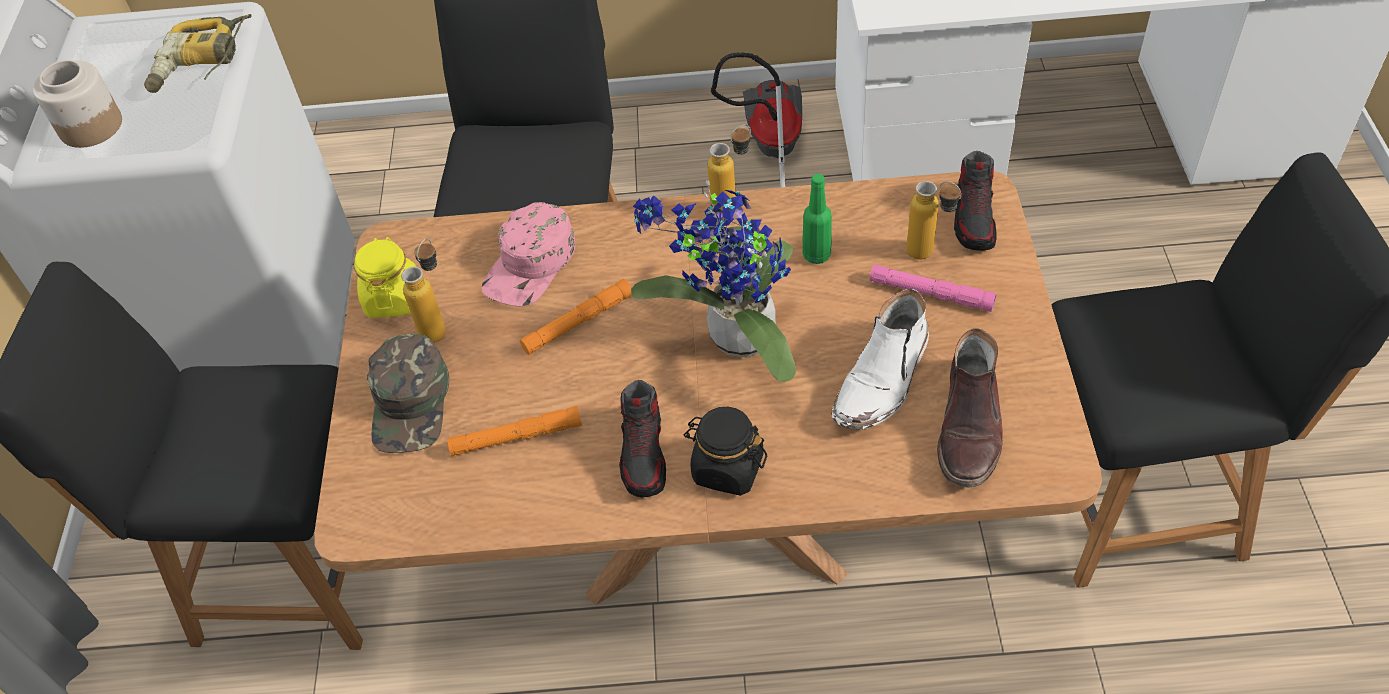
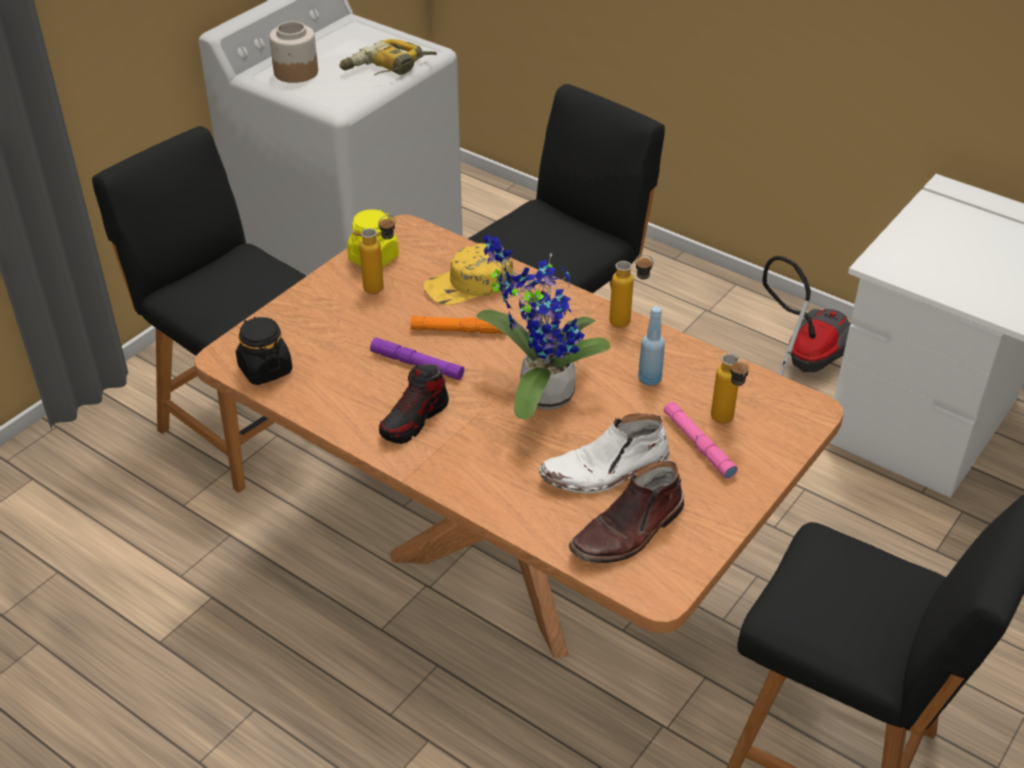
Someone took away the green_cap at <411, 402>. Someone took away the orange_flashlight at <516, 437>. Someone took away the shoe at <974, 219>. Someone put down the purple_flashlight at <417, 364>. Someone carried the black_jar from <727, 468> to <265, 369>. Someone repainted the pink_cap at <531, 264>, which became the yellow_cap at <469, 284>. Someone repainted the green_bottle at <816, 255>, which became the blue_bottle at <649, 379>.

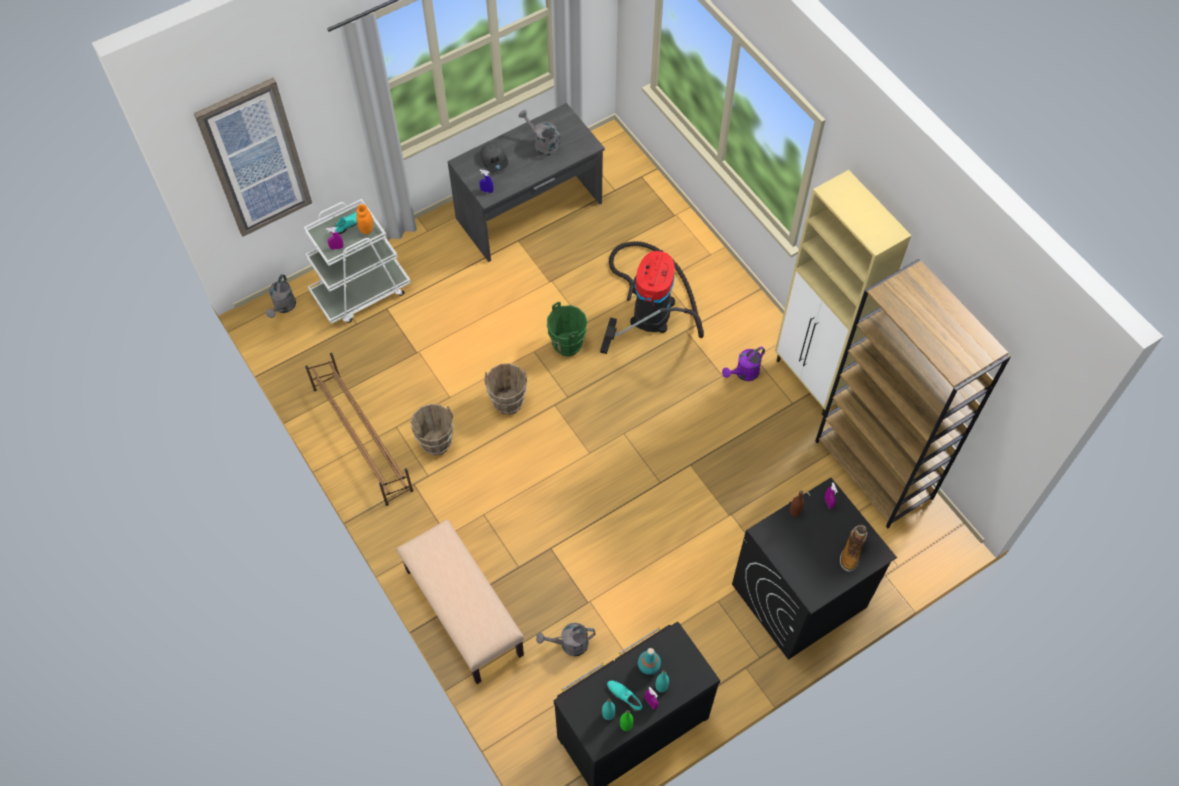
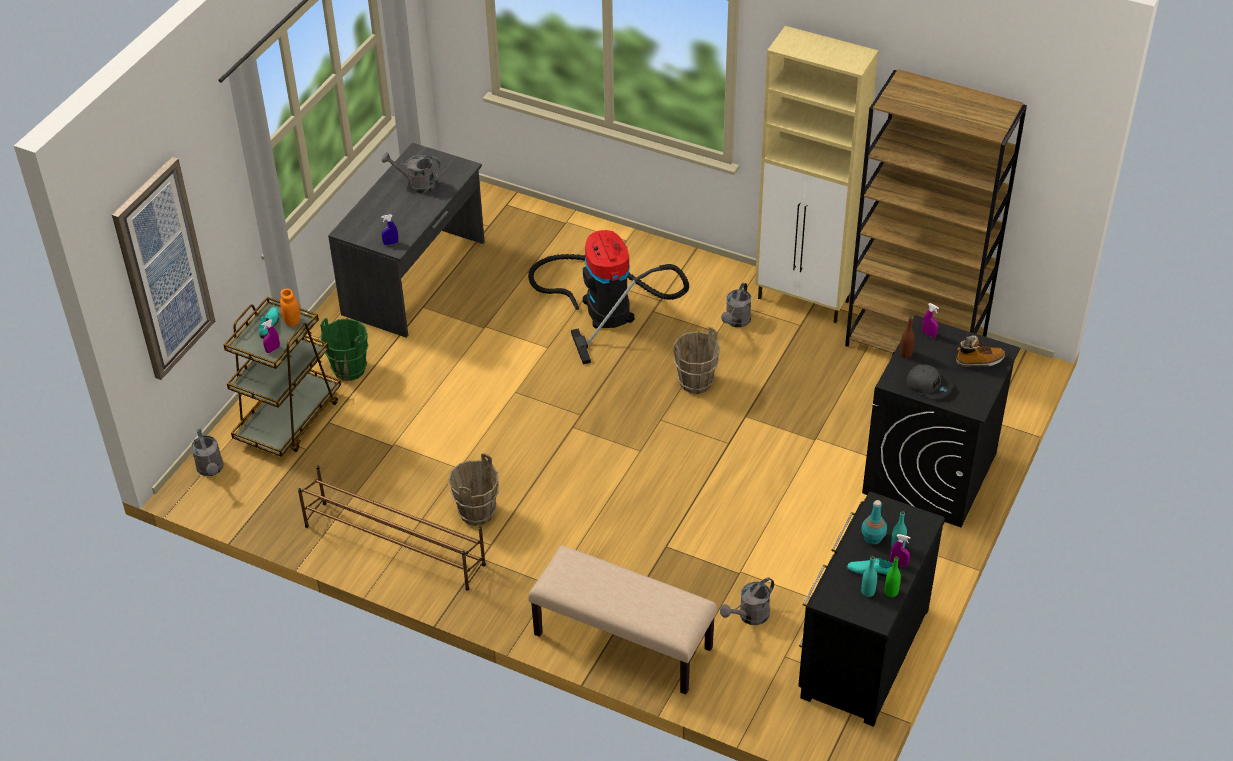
Someone carried the grey_cap from <494, 160> to <928, 385>. Someone carried the brown_bucket from <508, 403> to <696, 382>. Someone carried the green_bucket from <567, 344> to <349, 369>. Someone repainted the white_cart at <362, 292>, which became the brown_cart at <289, 419>. Someone repainted the purple_watering_can at <744, 374>, which became the grey_watering_can at <736, 322>. Someone rotated the boot at <851, 551> by 90 degrees counterclockwise.

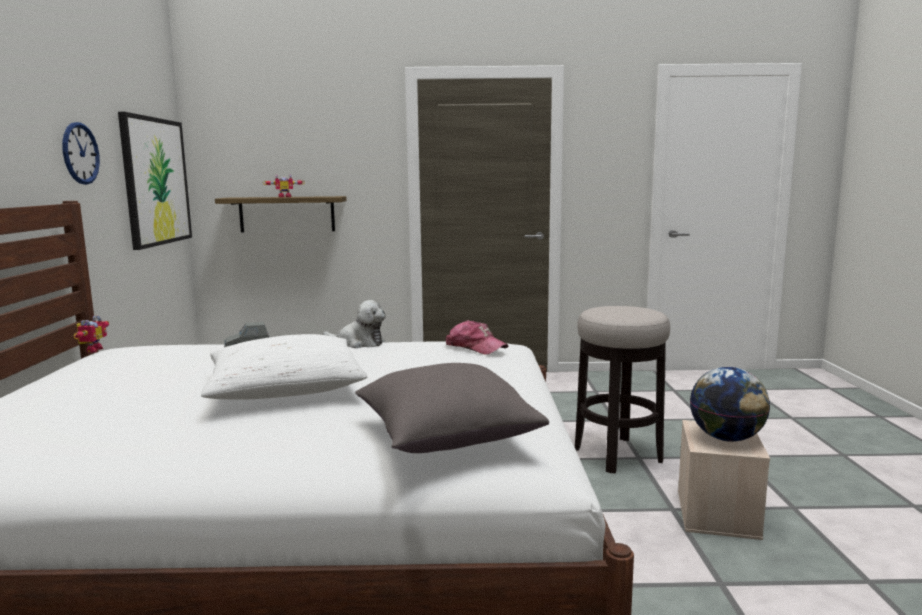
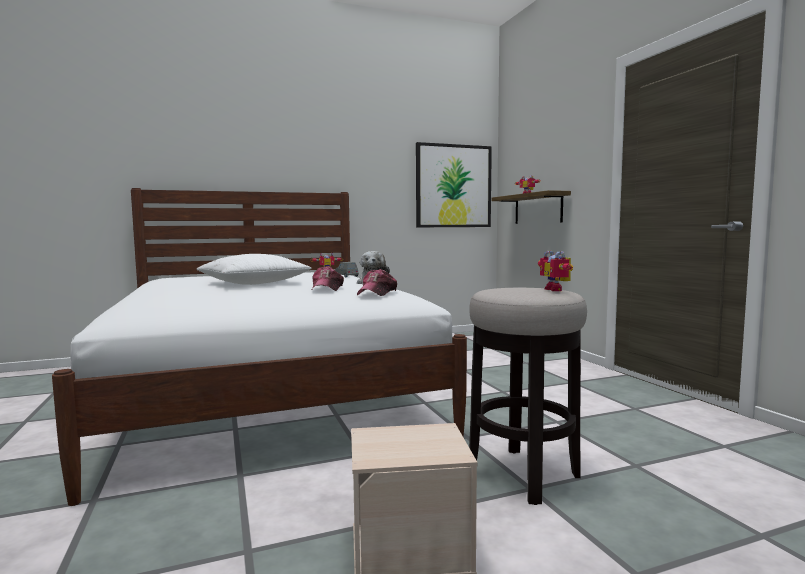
Someone took away the wall_clock at <80, 153>. Someone took away the grey_pillow at <446, 437>. Someone took away the globe at <726, 438>. Someone put down the cap at <327, 288>. Someone put down the toy_robot at <557, 290>.

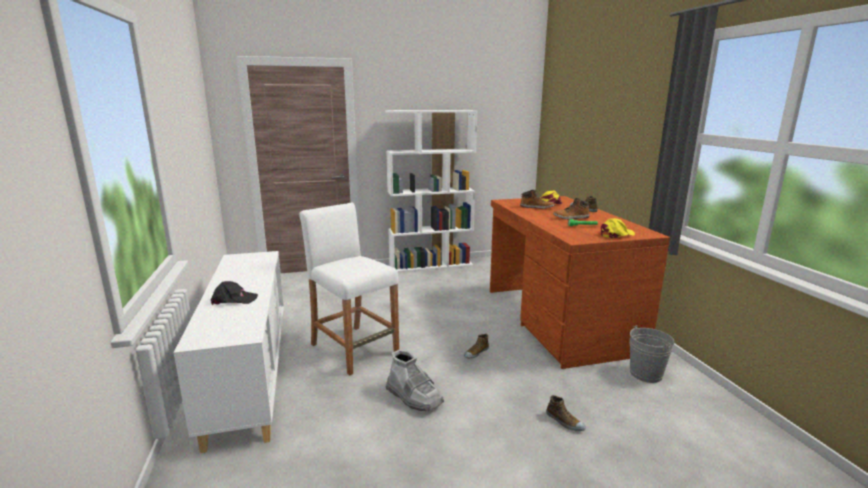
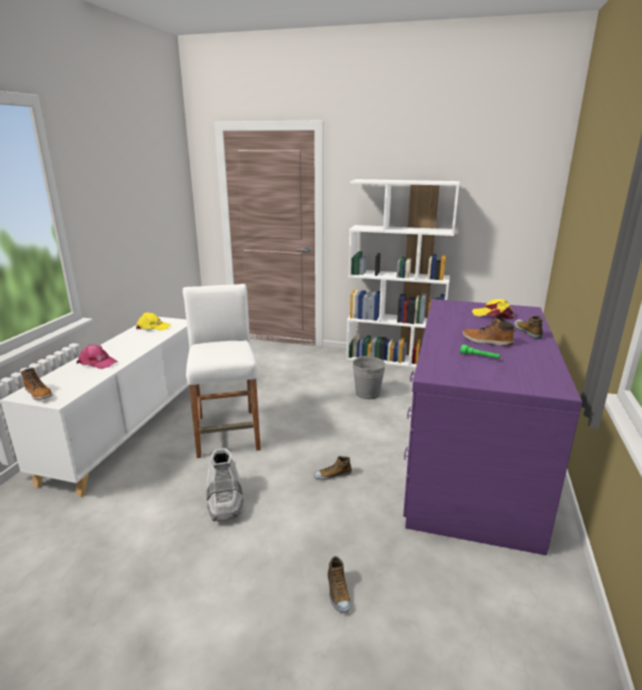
Someone carried the boot from <537, 207> to <39, 394>. Someone carried the yellow_cap from <616, 234> to <153, 327>. Someone carried the grey_bucket from <645, 374> to <367, 393>. Someone repainted the black_cap at <233, 300>, which became the pink_cap at <97, 362>. Someone repainted the brown_desk at <558, 320>, which became the purple_desk at <470, 465>.

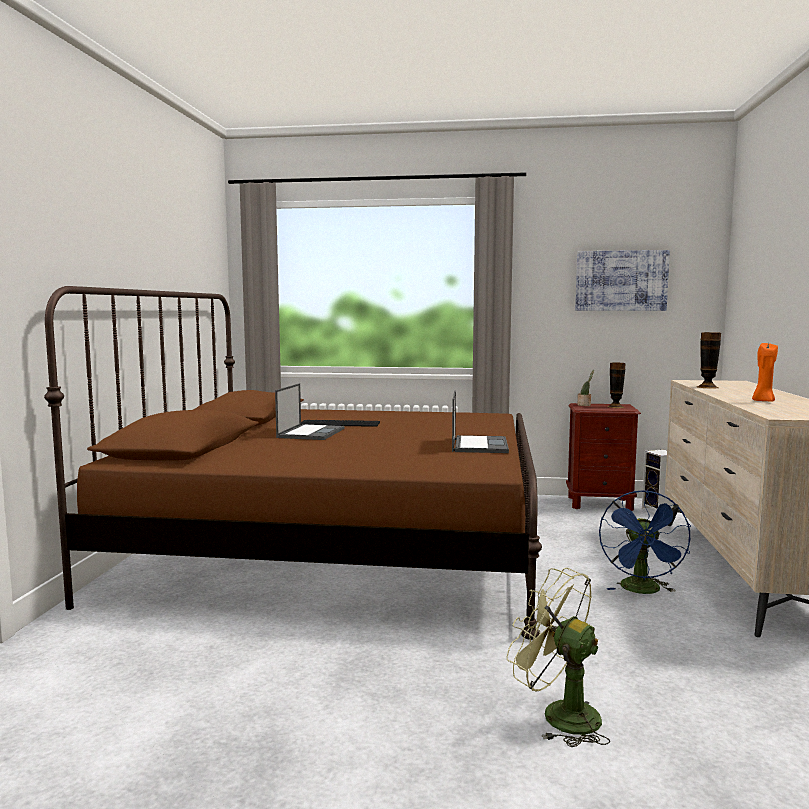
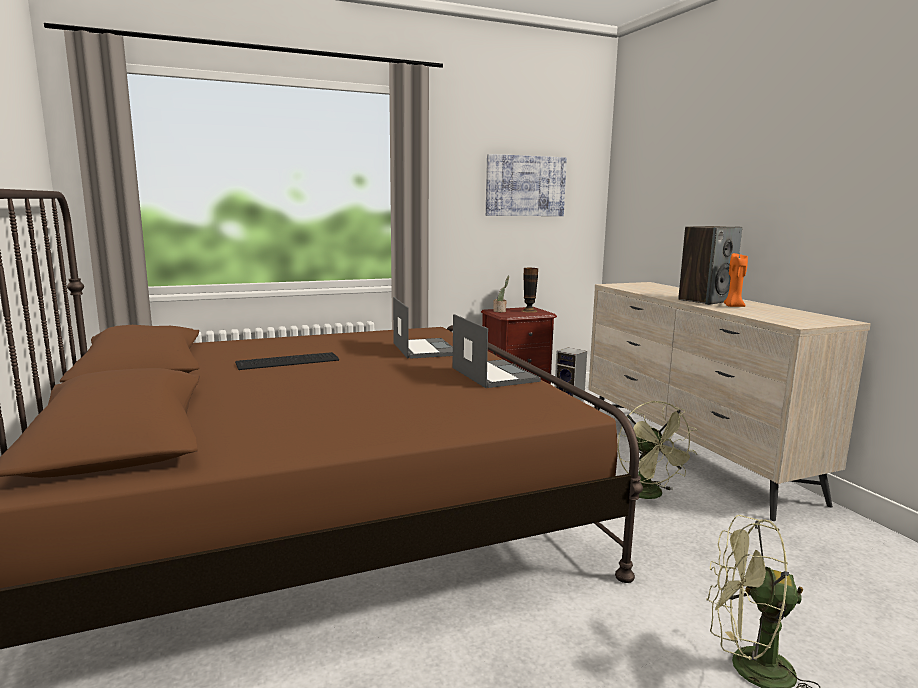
Someone took away the vase at <707, 387>. Someone put down the speaker at <705, 300>. Someone carried the laptop from <311, 433> to <424, 349>. Someone repainted the blue_fan at <643, 591>, which became the green_fan at <650, 495>.

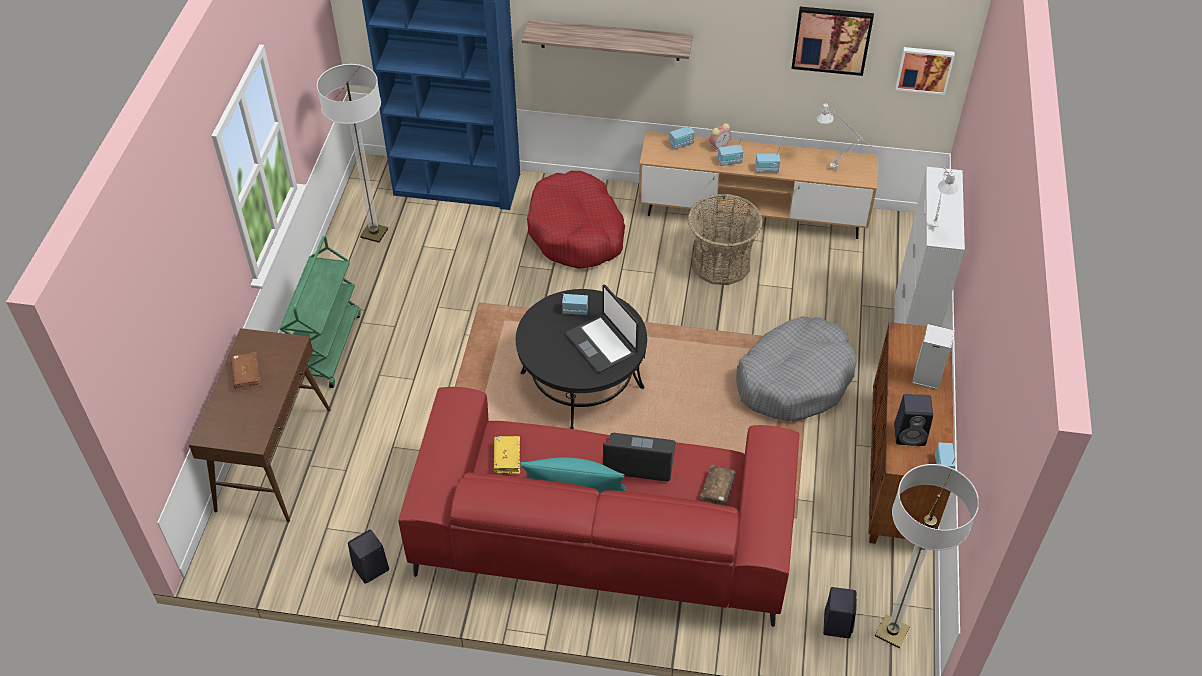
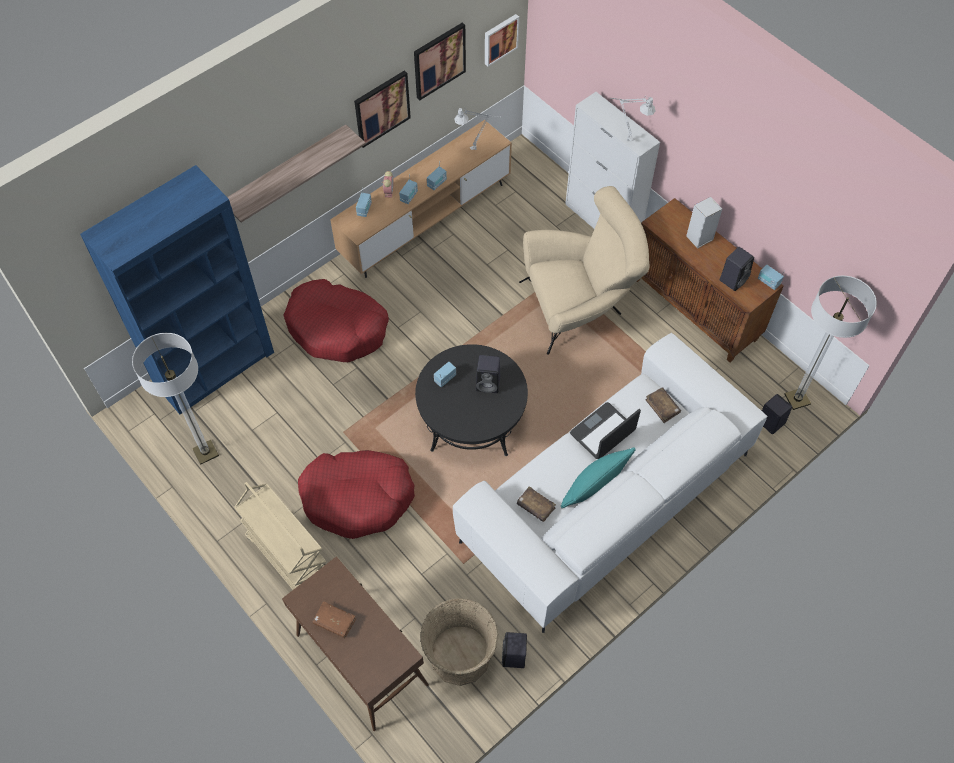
Someone put down the red_dog_bed at <357, 497>. Someone put up the picture at <381, 108>. Someone carried the basket from <721, 263> to <460, 655>. Someone swapped the laptop at <602, 343> for the black_speaker at <489, 383>. Someone swapped the grey_dog_bed at <794, 379> for the beige_armchair at <580, 305>. Someone repainted the green_cart at <327, 347>, which became the beige_cart at <288, 557>. Someone repainted the red_sofa at <603, 535>, which became the white_sofa at <605, 497>. Someone repainted the yellow_book at <507, 458>, which became the brown_book at <535, 506>.

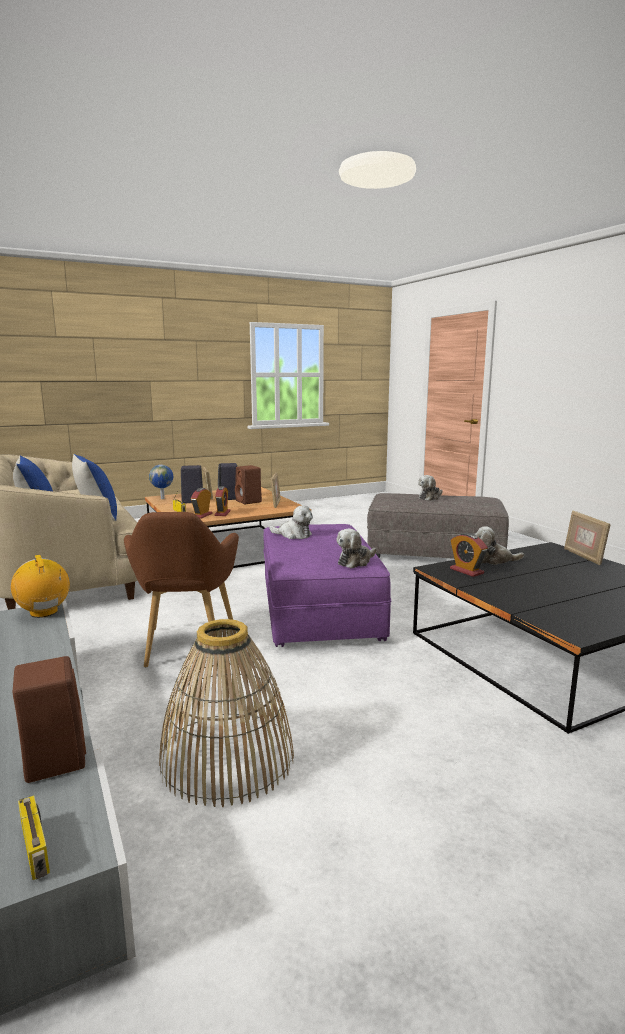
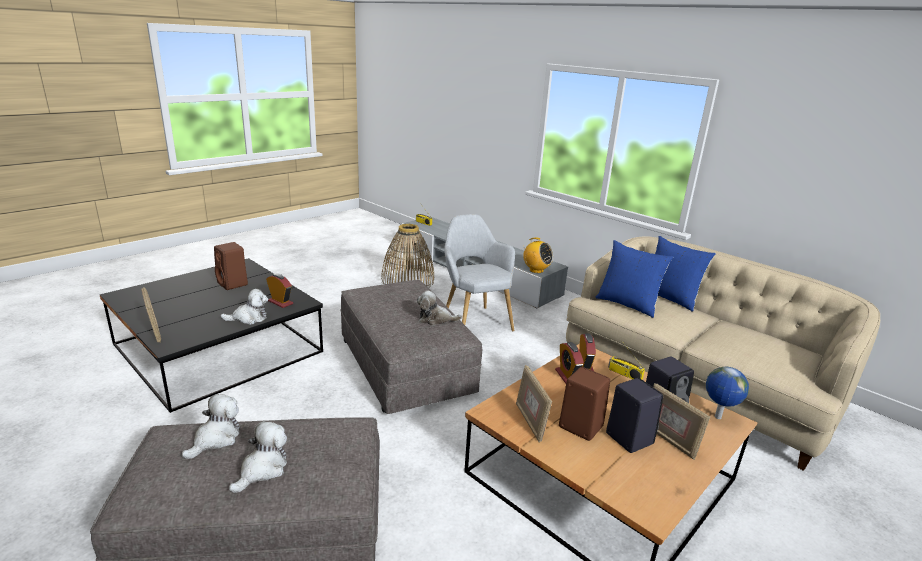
Someone carried the brown_speaker from <54, 758> to <233, 284>. Someone carried the plush_toy from <355, 561> to <216, 439>. Someone repainted the brown_armchair at <187, 650>, which became the grey_armchair at <474, 320>. Someone repainted the purple_ottoman at <318, 610>, which became the grey_ottoman at <405, 366>.

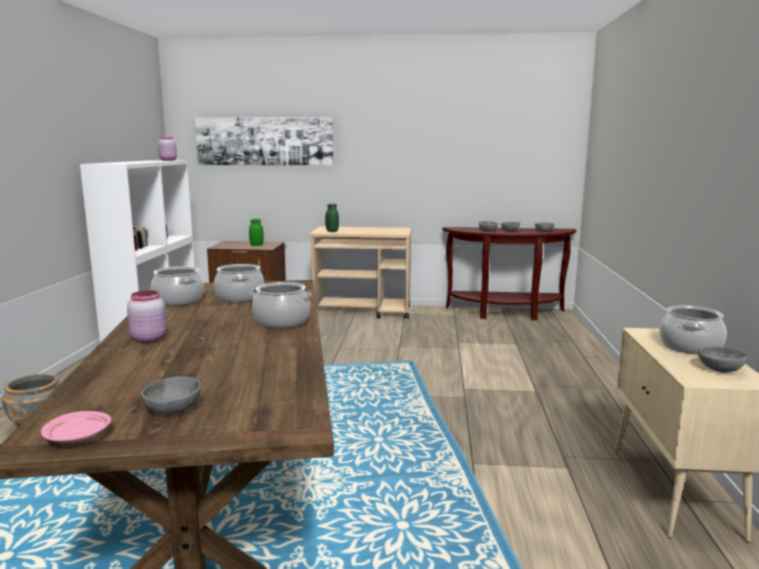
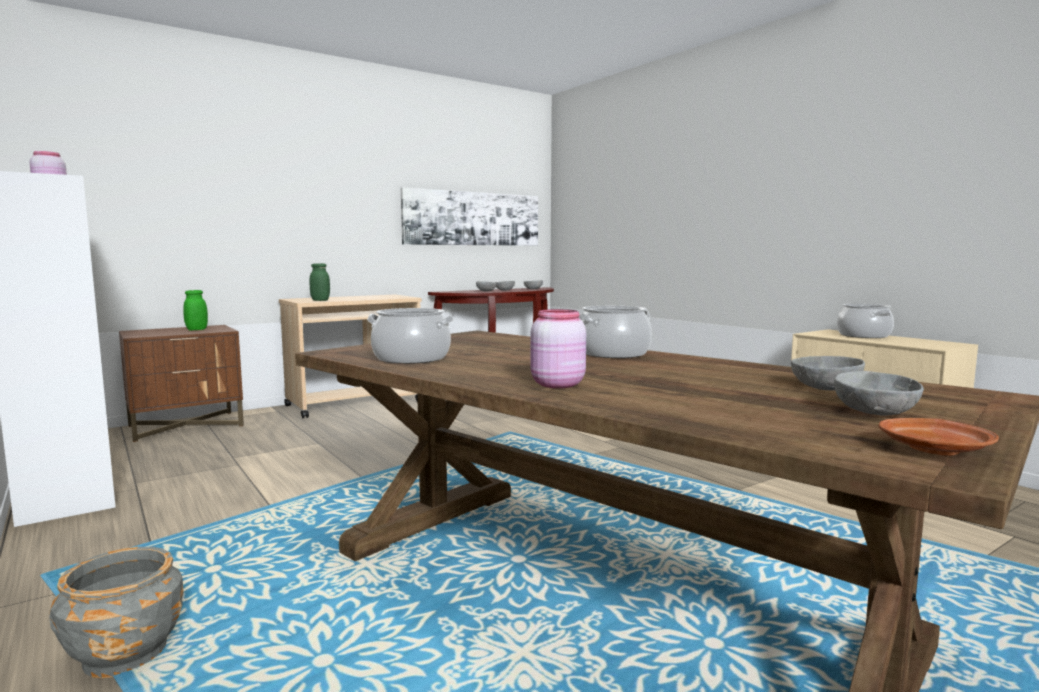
Someone took away the cooking_pot at <239, 297>. Someone carried the picture from <264, 141> to <473, 218>. Someone carried the grey_bowl from <719, 369> to <824, 388>. Someone repainted the pink_plate at <78, 437>, which became the brown_plate at <935, 450>.

